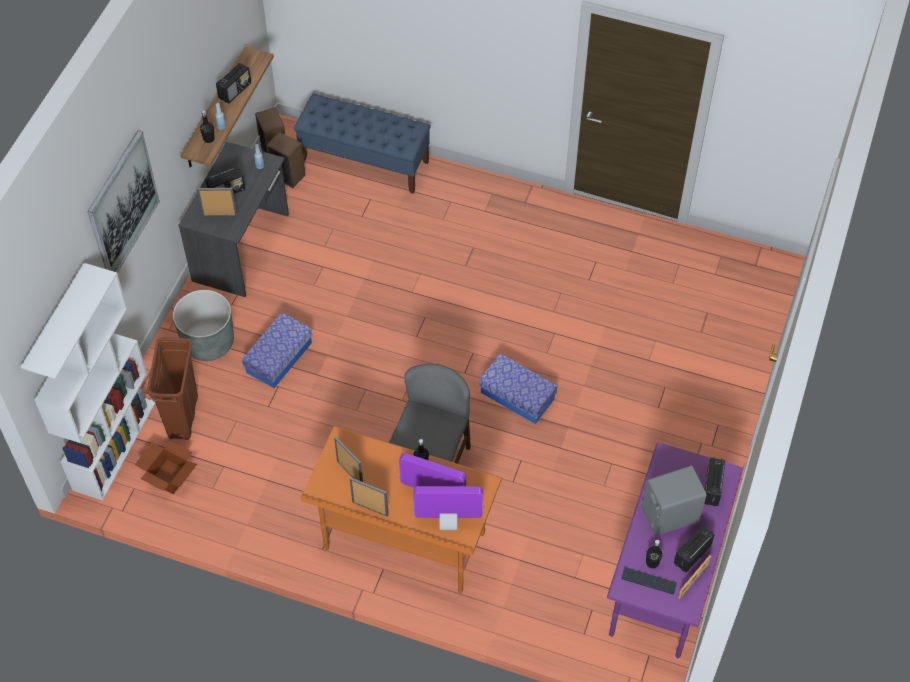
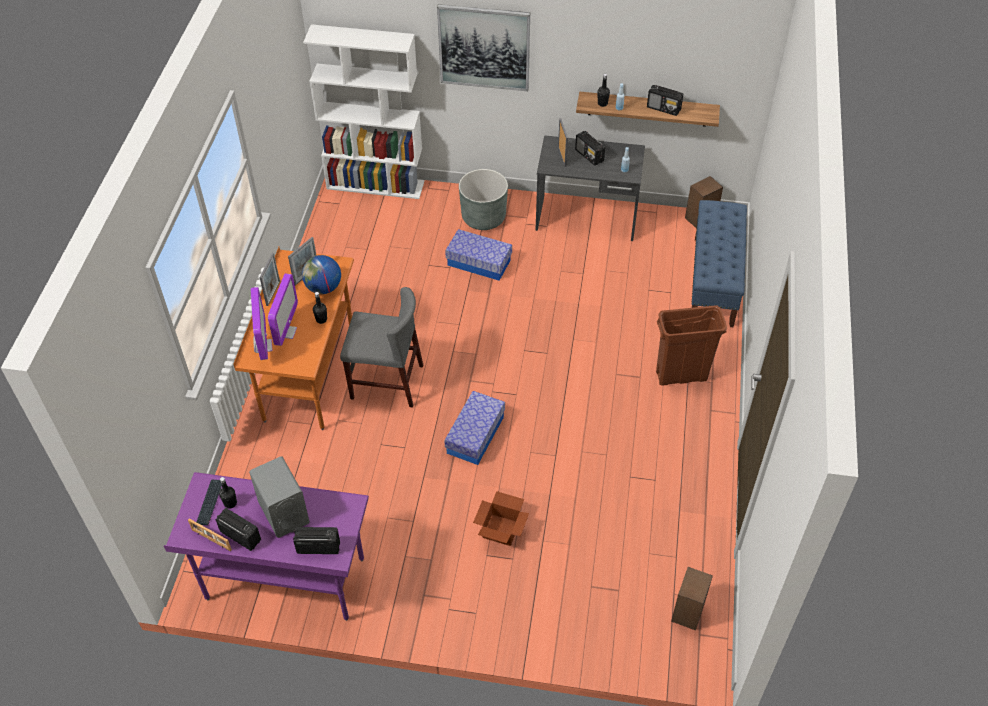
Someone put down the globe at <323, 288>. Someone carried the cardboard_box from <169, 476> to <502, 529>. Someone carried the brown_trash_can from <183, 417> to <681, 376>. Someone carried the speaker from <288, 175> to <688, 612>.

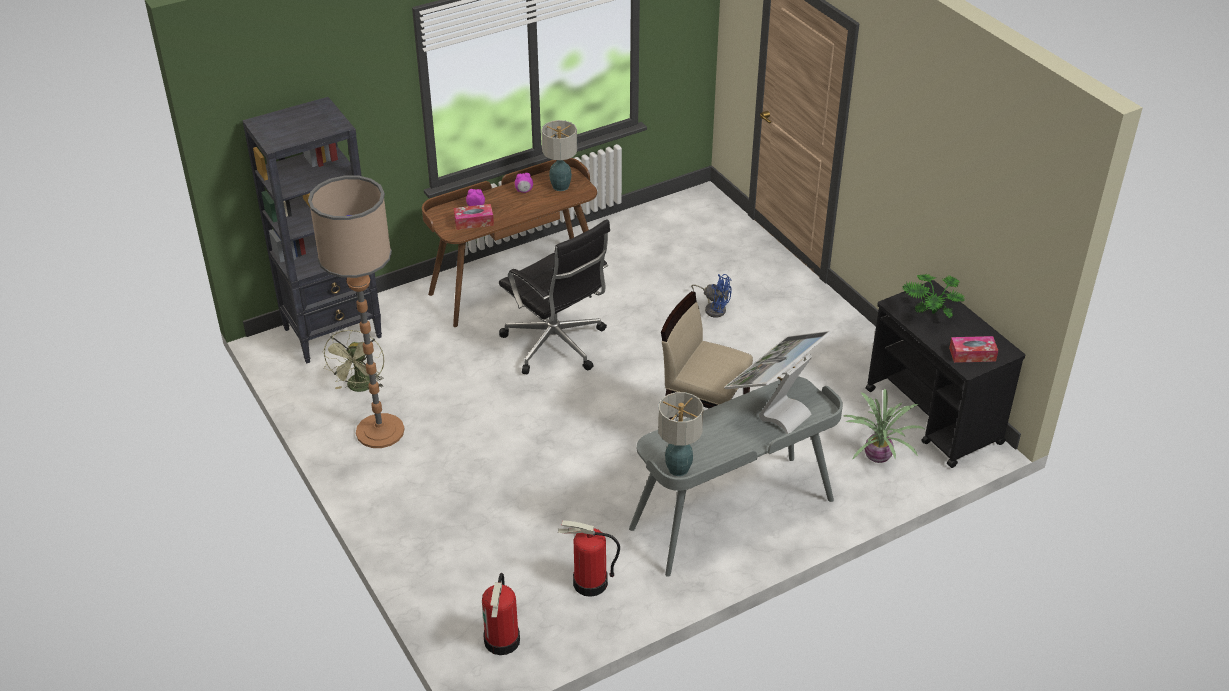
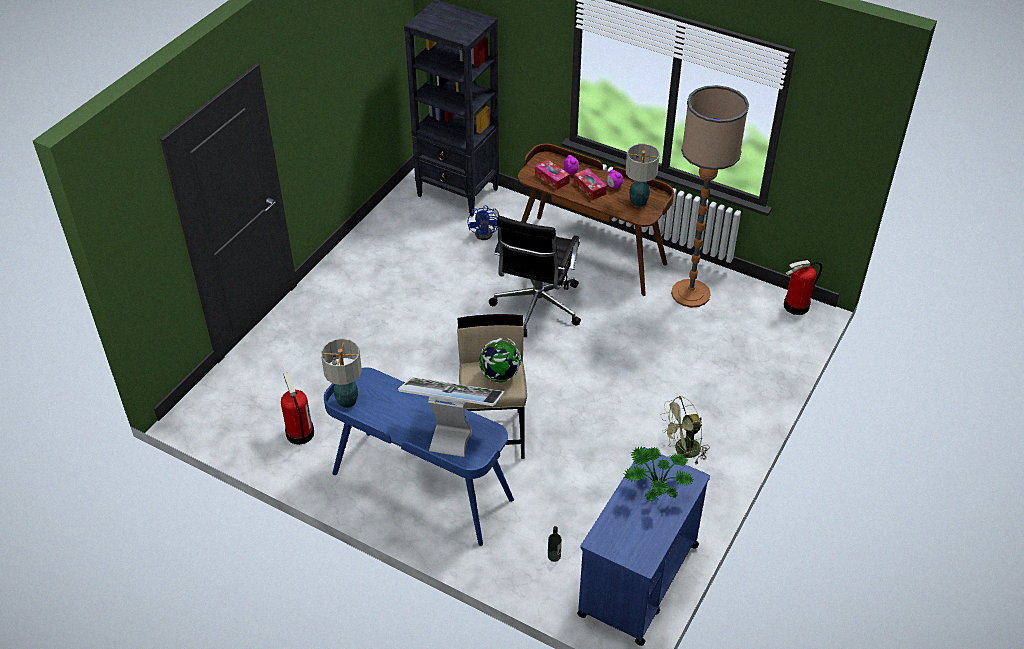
Someone put down the globe at <499, 376>. Someone carried the floor_lamp from <380, 431> to <691, 293>. Someone carried the green_fan from <360, 388> to <683, 451>. Someone carried the fire_extinguisher from <502, 640> to <796, 306>. Someone carried the blue_fan from <713, 308> to <487, 232>. Someone carried the tissue_box from <972, 354> to <589, 188>. Someone swapped the potted_plant at <876, 457> for the bottle at <554, 556>. Someone repainted the grey_desk at <733, 515>, which became the blue_desk at <421, 487>. Someone repainted the black_cart at <934, 417>, which became the blue_cart at <638, 580>.

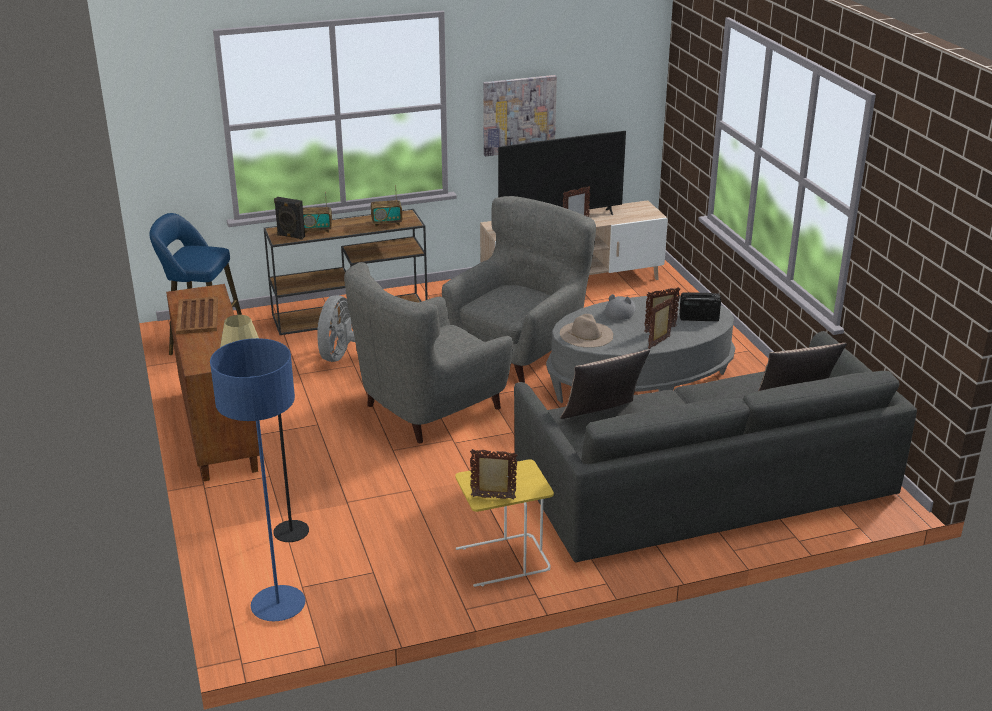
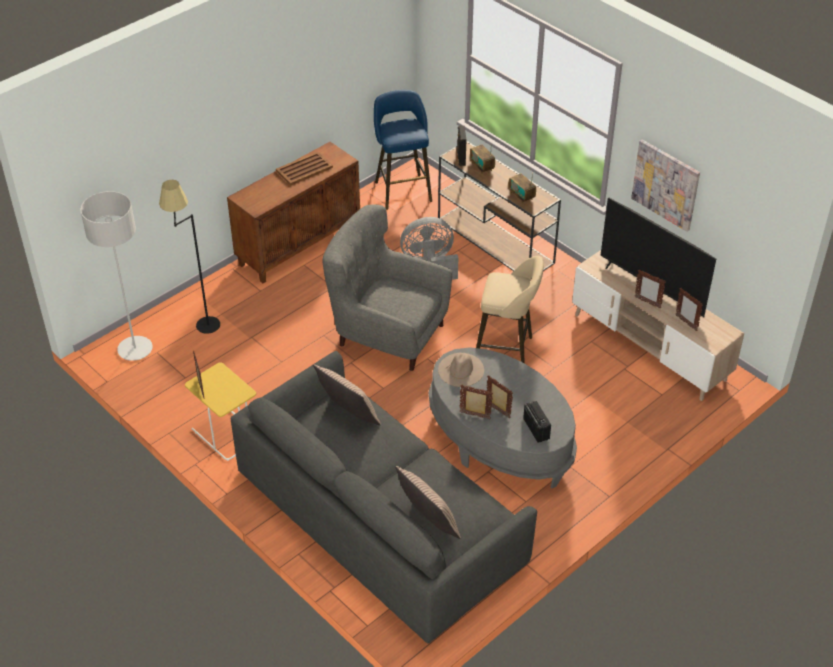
Someone took away the grey_hat at <620, 311>. Someone put down the picture_frame at <686, 323>. Someone swapped the grey_armchair at <519, 349> for the beige_stool at <507, 352>. Someone repainted the blue_floor_lamp at <278, 605>, which became the grey_floor_lamp at <135, 349>.

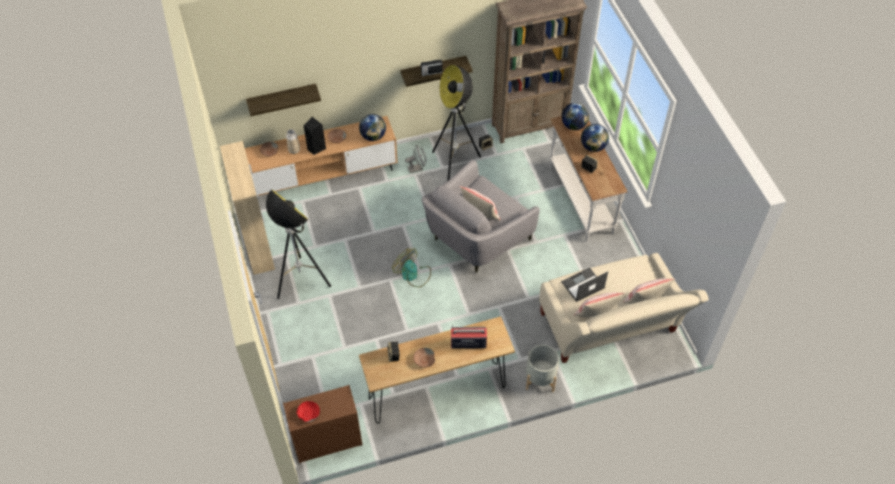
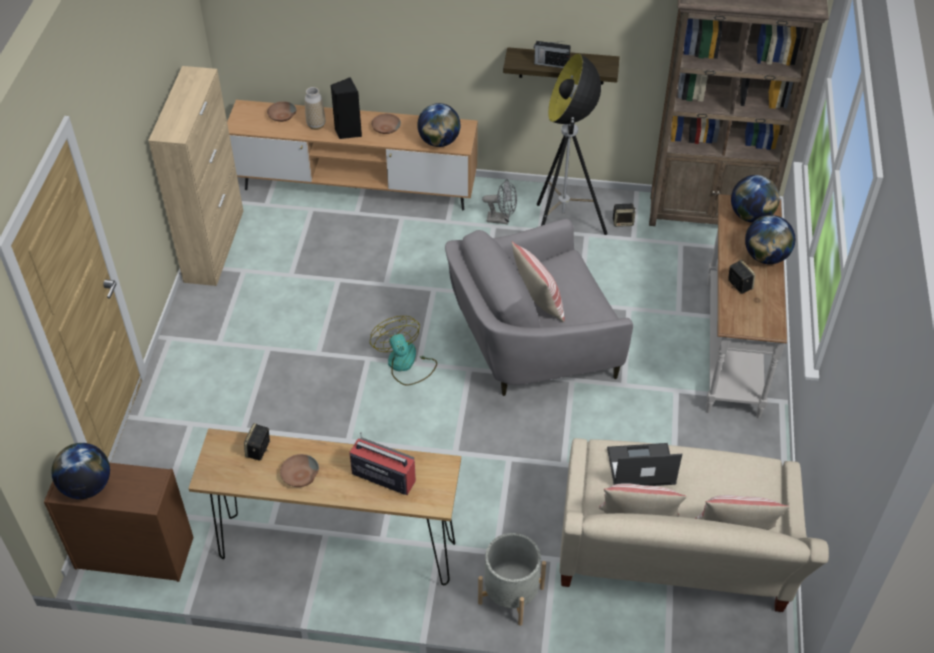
Someone took away the shelf at <282, 98>. Someone took away the floor_lamp at <301, 281>. Someone swapped the red_bowl at <308, 413> for the globe at <87, 486>.

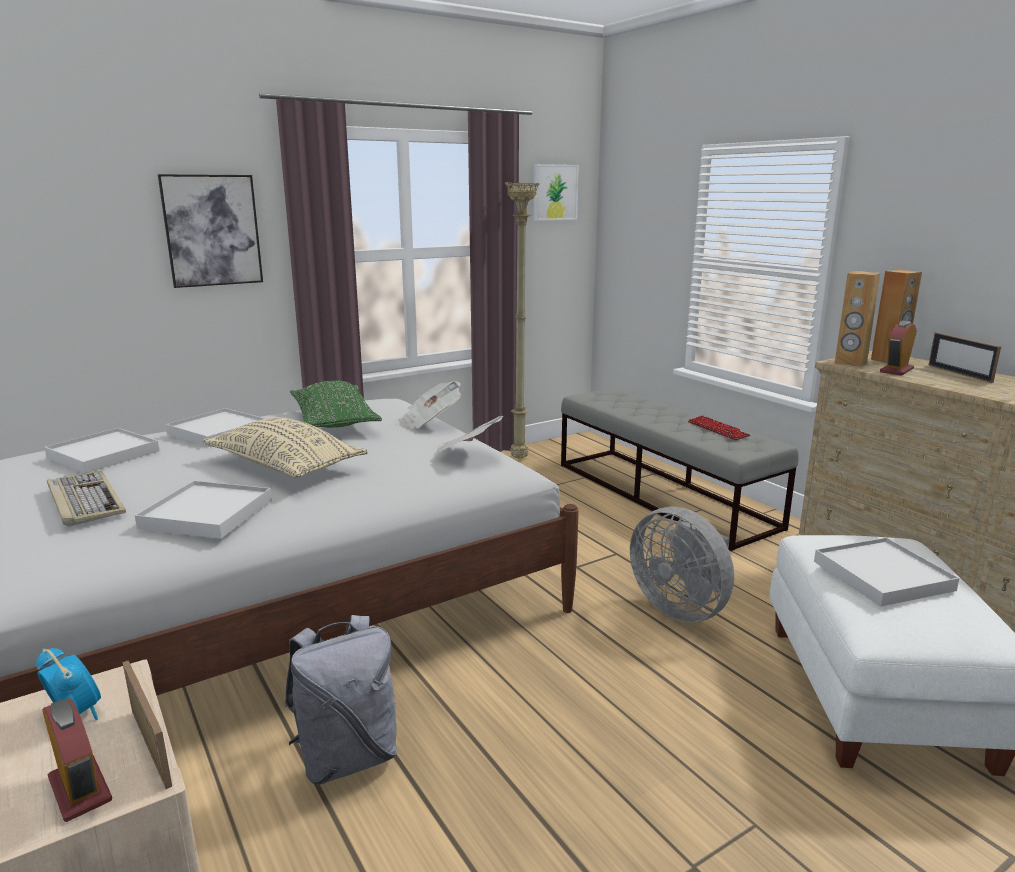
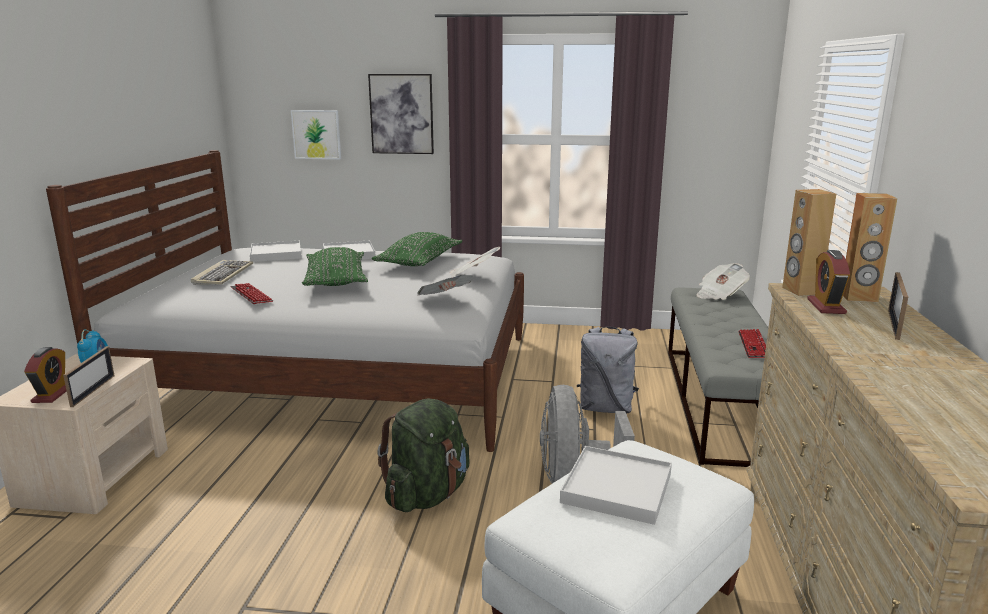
Someone took away the beige_floor_lamp at <520, 458>. Someone put down the green_backpack at <427, 495>. Someone put down the newspaper at <719, 295>. Someone carried the grey_backpack from <347, 757> to <606, 408>. Someone carried the picture from <554, 192> to <316, 134>. Someone swapped the white_tray at <207, 514> for the keyboard at <251, 295>. Someone repainted the beige_pillow at <285, 465>, which became the green_pillow at <336, 281>. Someone rotated the alarm_clock at <896, 370> by 75 degrees counterclockwise.

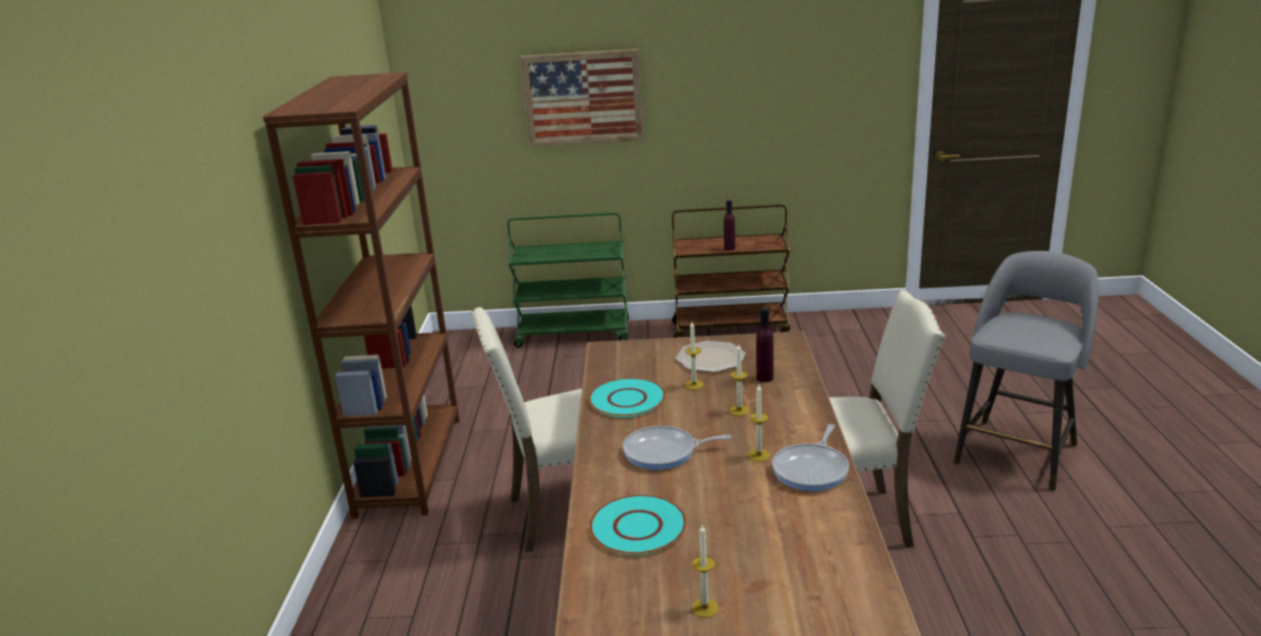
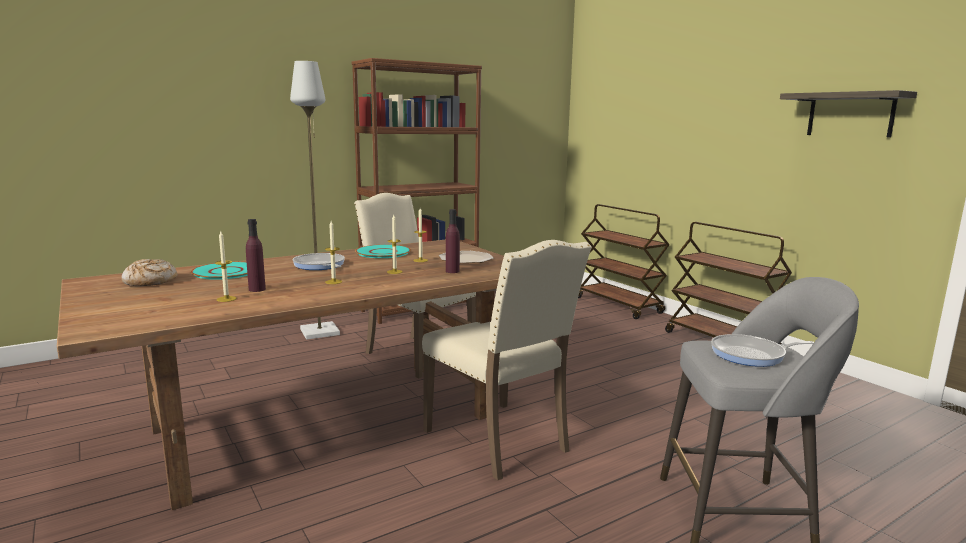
Someone took away the picture at <582, 98>. Someone put down the bread at <150, 281>. Someone put down the grey_floor_lamp at <320, 332>. Someone put up the shelf at <850, 114>. Someone carried the candle from <705, 608> to <226, 299>. Someone carried the purple_bottle from <729, 248> to <257, 289>. Someone carried the frying_pan from <812, 469> to <751, 355>. Someone repainted the green_cart at <574, 334>, which became the brown_cart at <619, 305>.

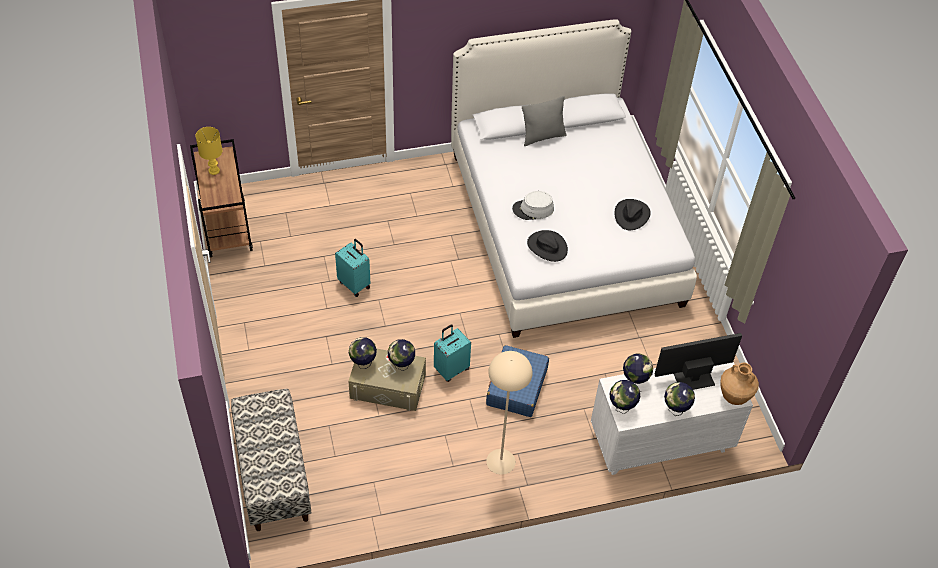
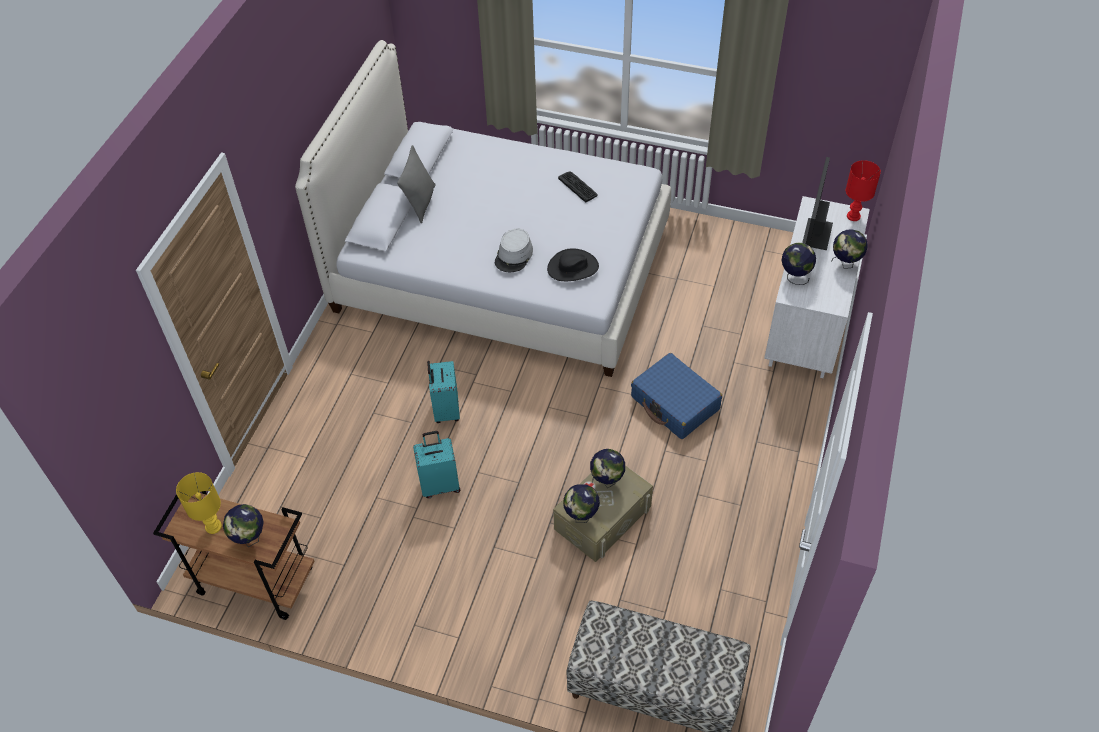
Someone took away the beige_floor_lamp at <501, 461>. Someone carried the turquoise_suitcase from <451, 369> to <445, 410>. Someone carried the globe from <621, 407> to <250, 539>. Someone swapped the black_hat at <631, 215> for the keyboard at <578, 186>. Someone swapped the brown_vase at <734, 397> for the red_table_lamp at <853, 217>.

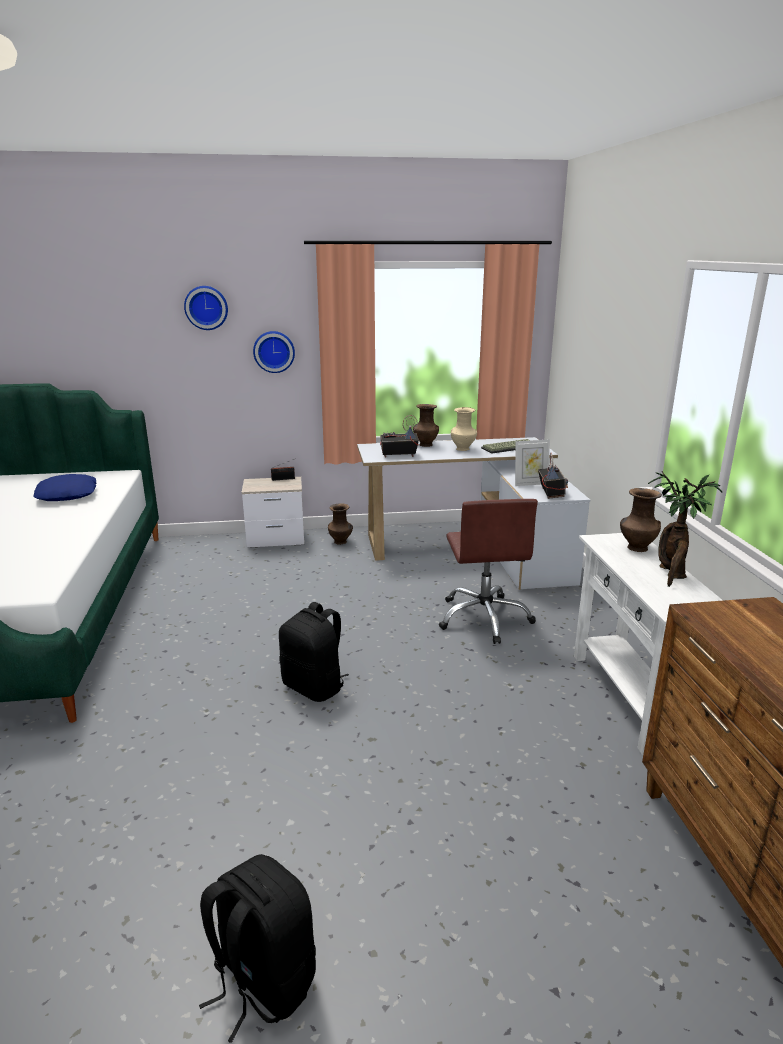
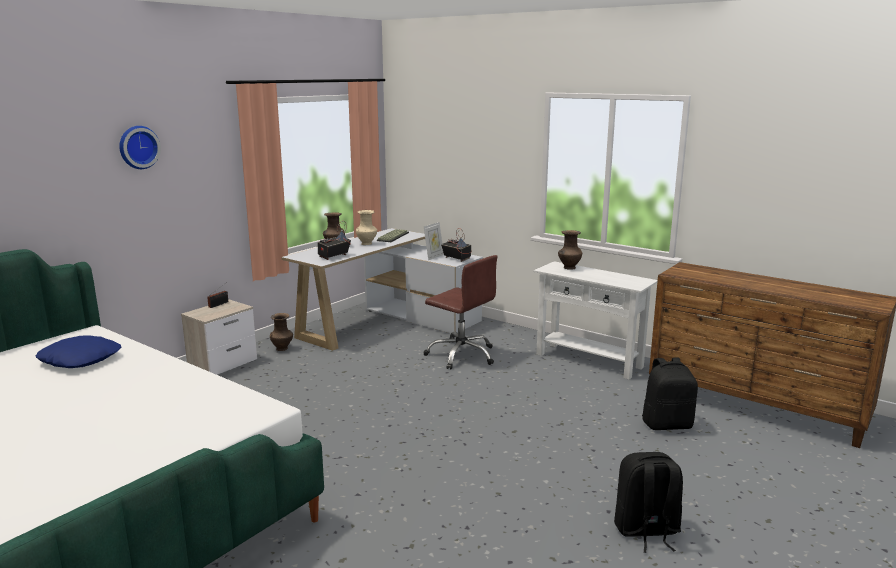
Someone took away the wall_clock at <274, 351>. Someone took away the potted_plant at <671, 575>. Someone carried the black_backpack from <315, 687> to <667, 424>.

